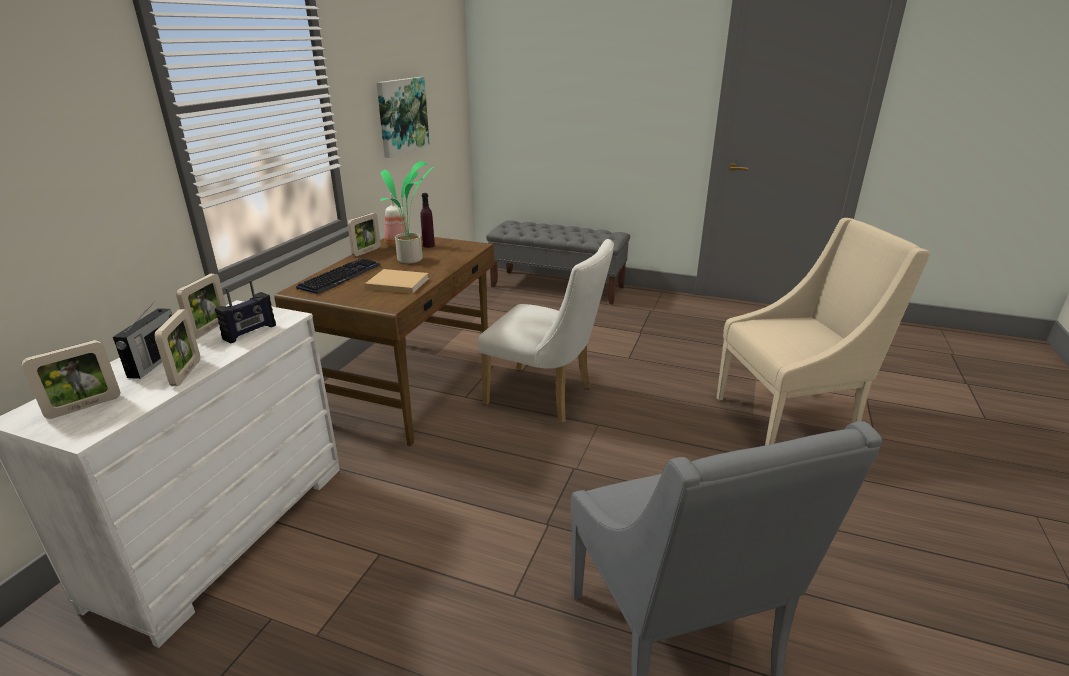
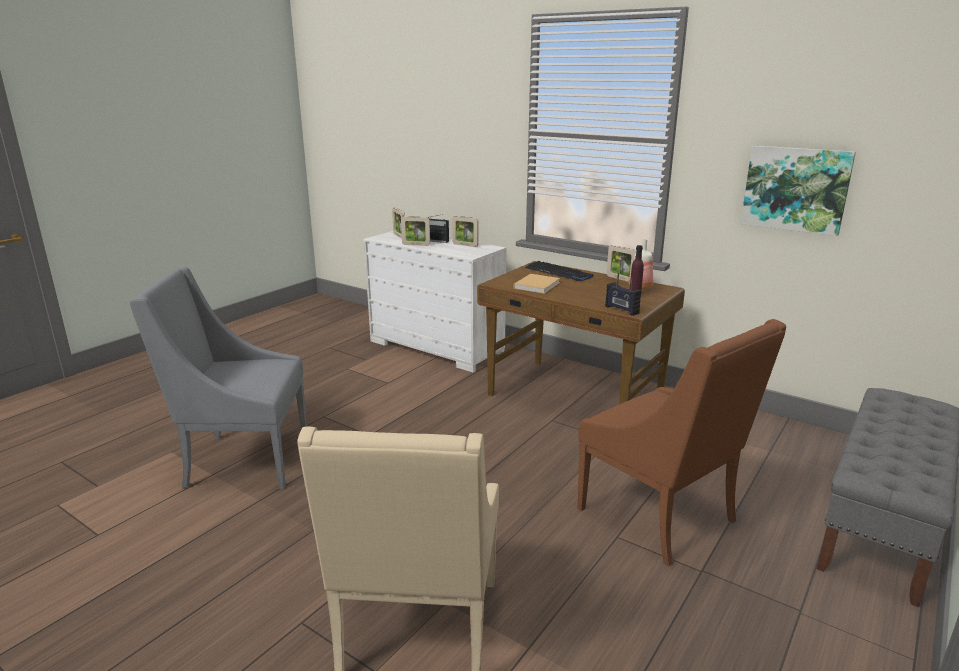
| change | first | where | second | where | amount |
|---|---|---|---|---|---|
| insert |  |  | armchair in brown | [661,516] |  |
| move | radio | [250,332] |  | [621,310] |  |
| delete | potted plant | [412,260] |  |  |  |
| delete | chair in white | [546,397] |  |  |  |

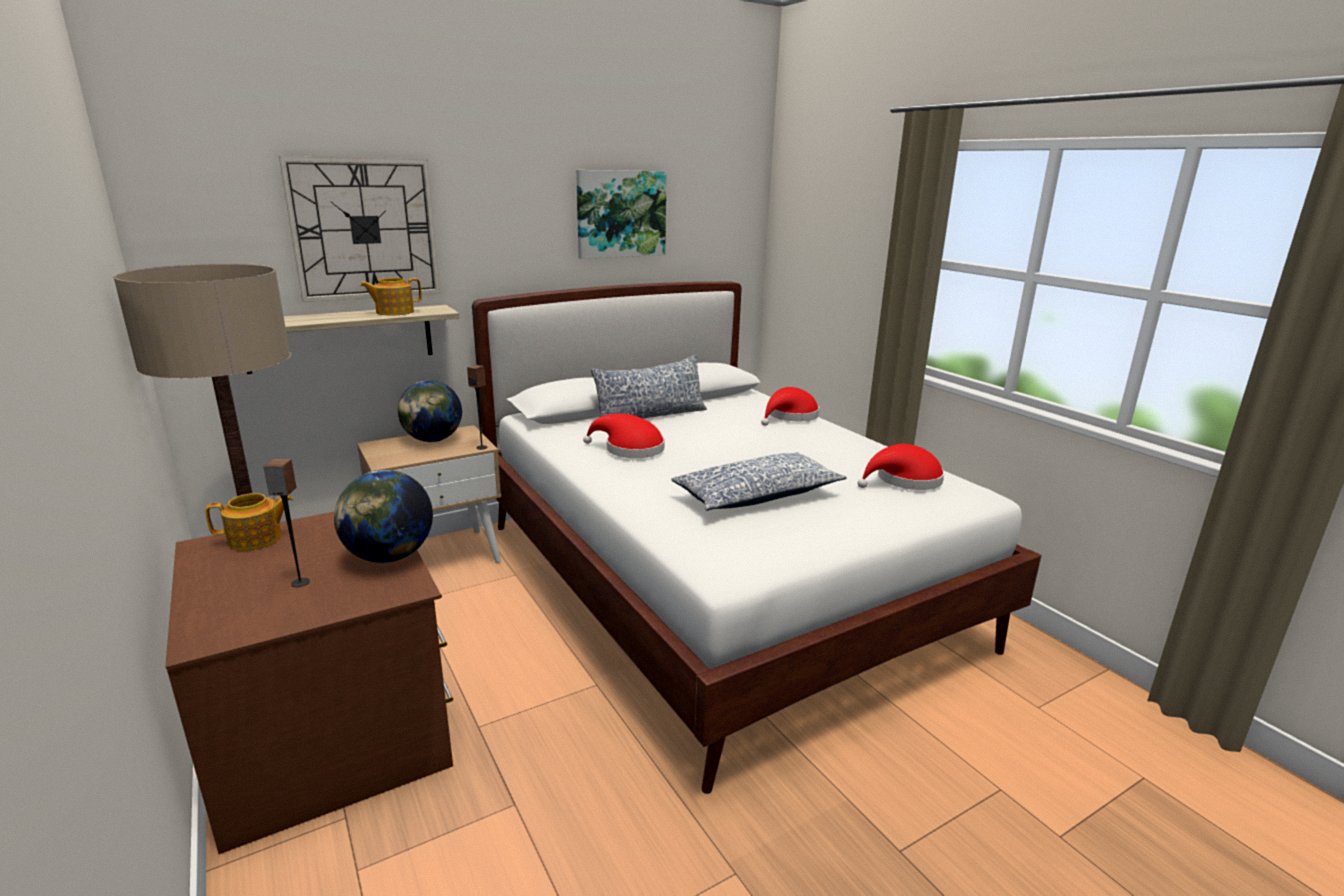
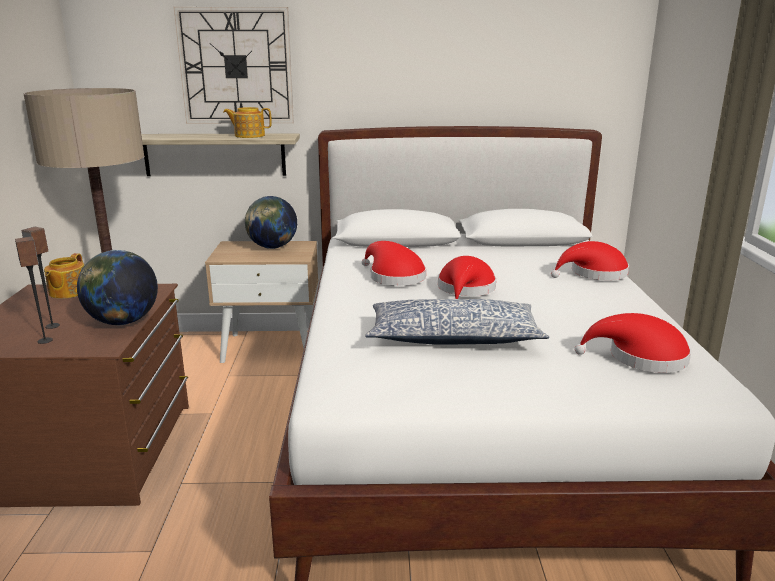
| change | first | where | second | where | amount |
|---|---|---|---|---|---|
| move | speaker | [482,447] |  | [45,340] |  |
| rotate | teapot | [256,539] |  | [68,292] | 90 degrees clockwise |
| insert |  |  | hat in red | [465,290] |  |
| delete | picture | [621,214] |  |  |  |
| delete | pillow | [650,416] |  |  |  |

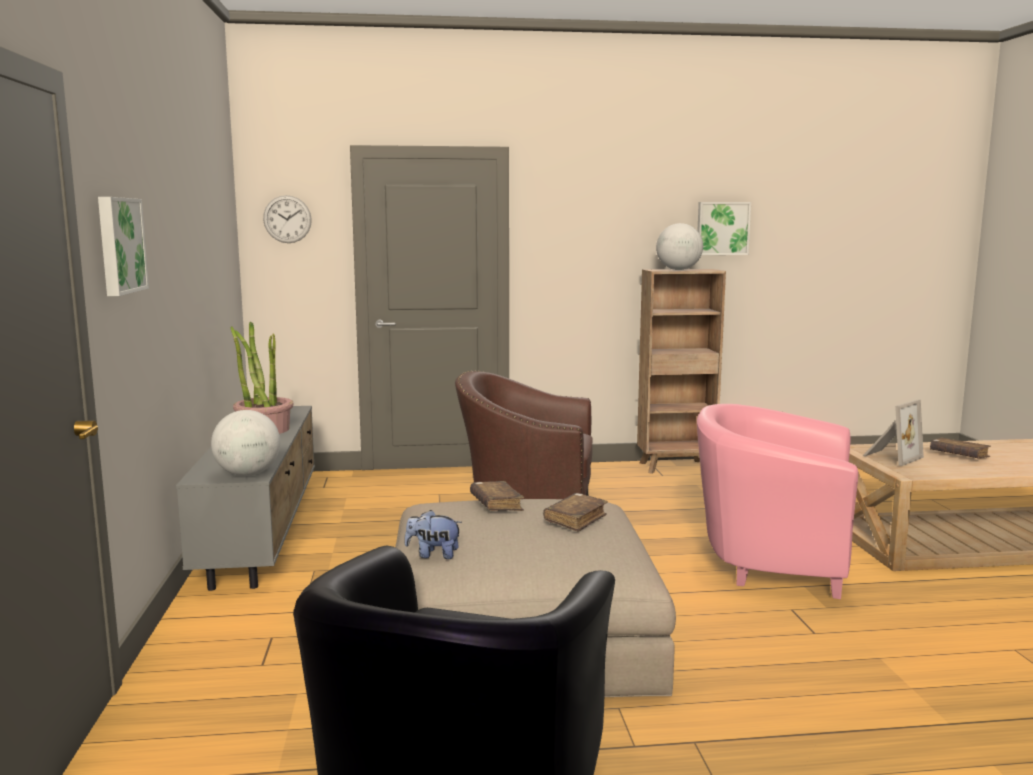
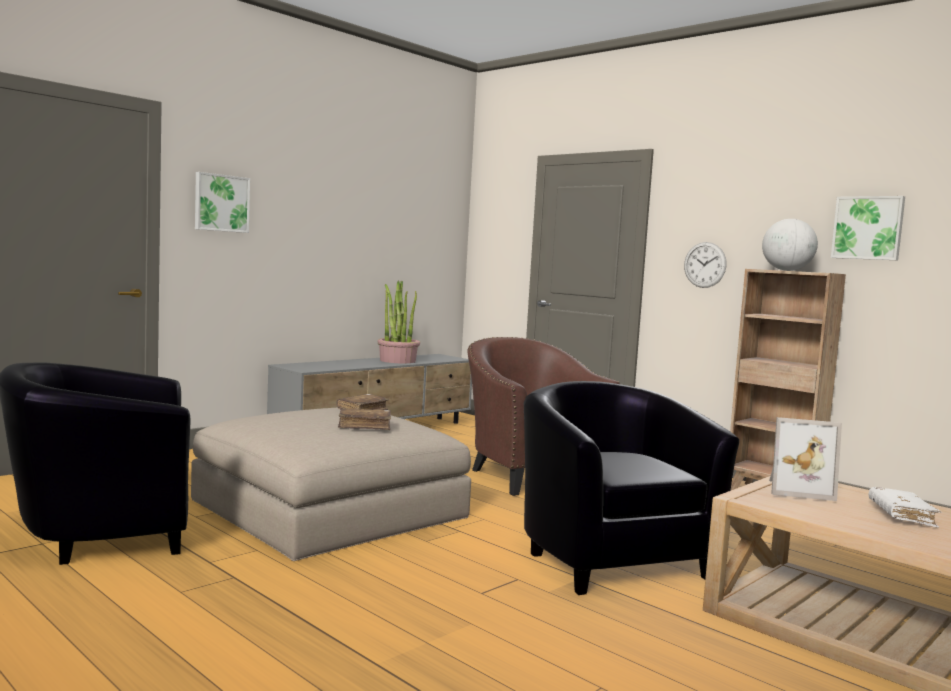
| change | first | where | second | where | amount |
|---|---|---|---|---|---|
| recolor | armchair in pink | [770,563] | armchair in black | [609,559] |  |
| move | wall clock | [287,219] |  | [705,265] |  |
| recolor | book in brown | [959,455] | book in white | [901,515] |  |
| delete | globe | [247,474] |  |  |  |
| delete | plush toy | [433,555] |  |  |  |

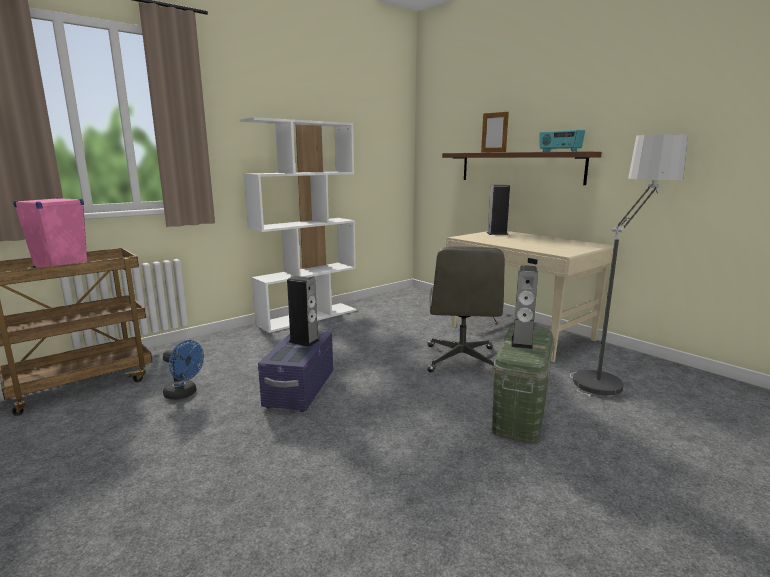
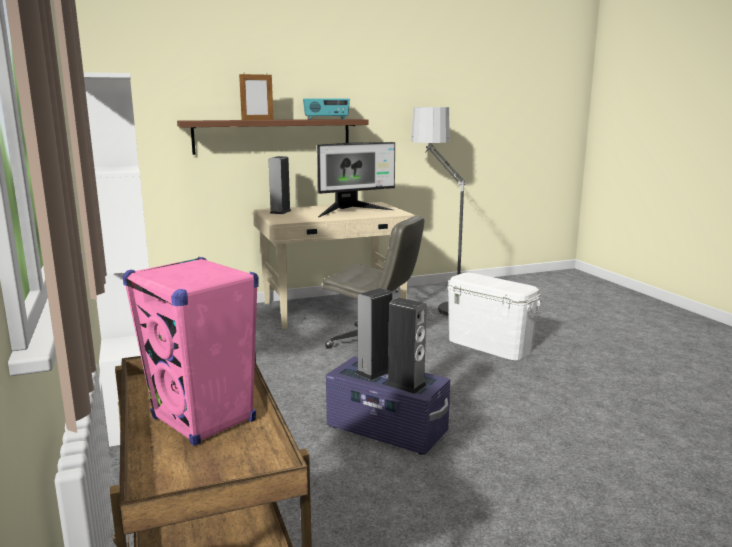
| change | first | where | second | where | amount |
|---|---|---|---|---|---|
| insert |  |  | monitor | [352,212] |  |
| move | speaker | [522,342] |  | [406,385] |  |
| recolor | storage box in green | [520,414] | storage box in white | [489,345] |  |
| delete | fan in blue | [184,394] |  |  |  |

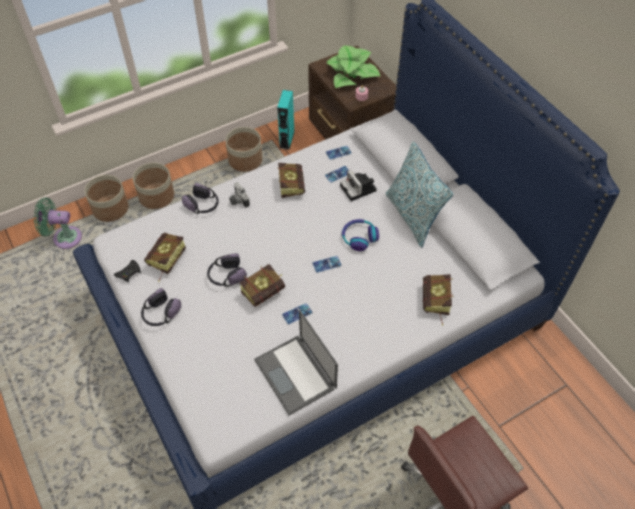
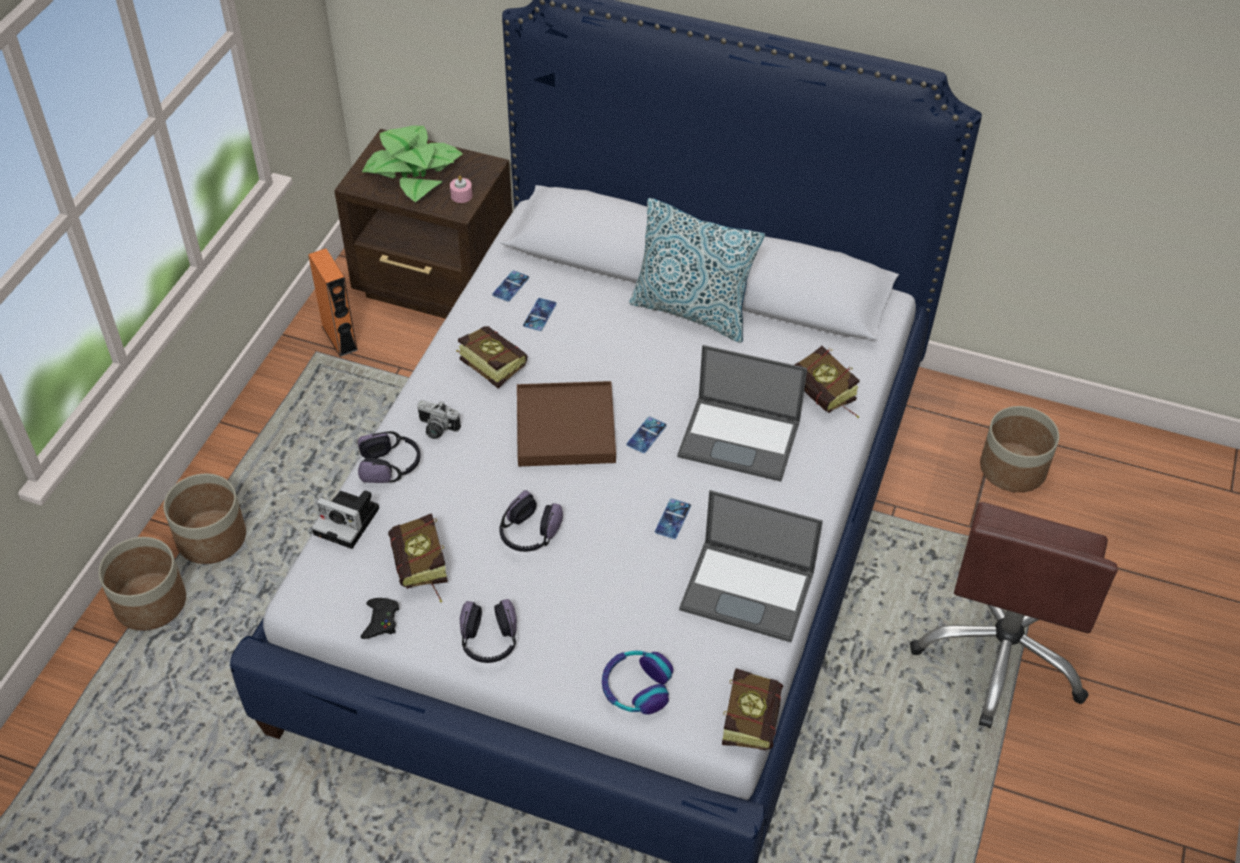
| change | first | where | second | where | amount |
|---|---|---|---|---|---|
| recolor | speaker in turquoise | [287,139] | speaker in orange | [339,338] |  |
| move | photo camera | [359,189] |  | [349,521] |  |
| insert |  |  | tray in brown | [566,427] |  |
| move | headphones | [359,237] |  | [636,687] |  |
| insert |  |  | laptop | [741,438] |  |
| move | book | [267,291] |  | [751,715] |  |
| move | planter | [245,160] |  | [1012,468] |  |
| delete | fan in green | [64,237] |  |  |  |

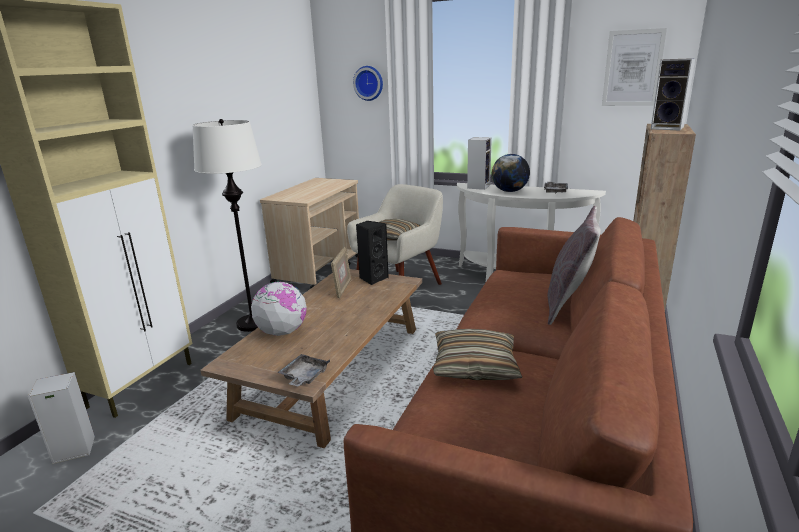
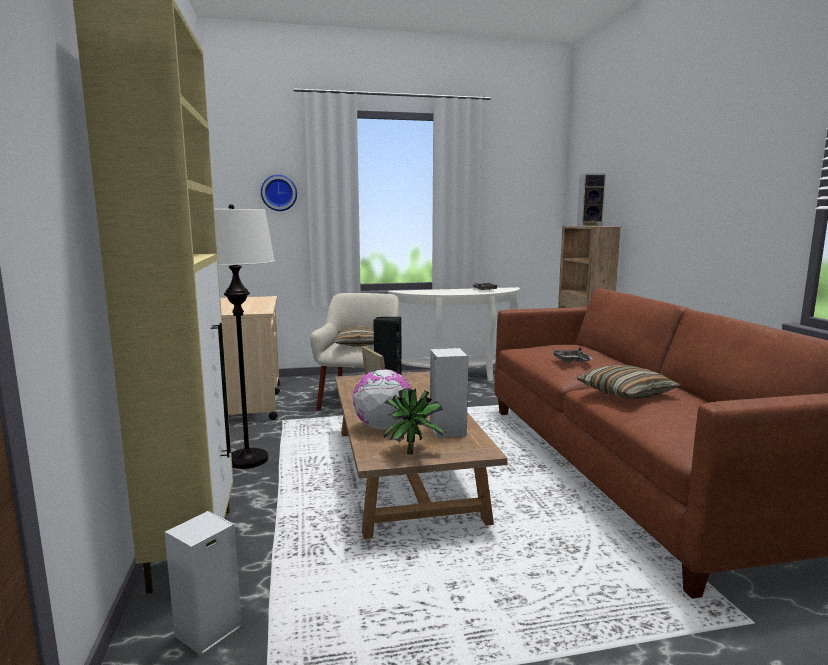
| change | first | where | second | where | amount |
|---|---|---|---|---|---|
| insert |  |  | potted plant | [412,452] |  |
| move | speaker | [478,186] |  | [446,429] |  |
| move | tray in grey | [304,376] |  | [572,361] |  |
| delete | globe | [509,191] |  |  |  |
| delete | pillow in grey | [568,305] |  |  |  |
| delete | picture | [632,68] |  |  |  |

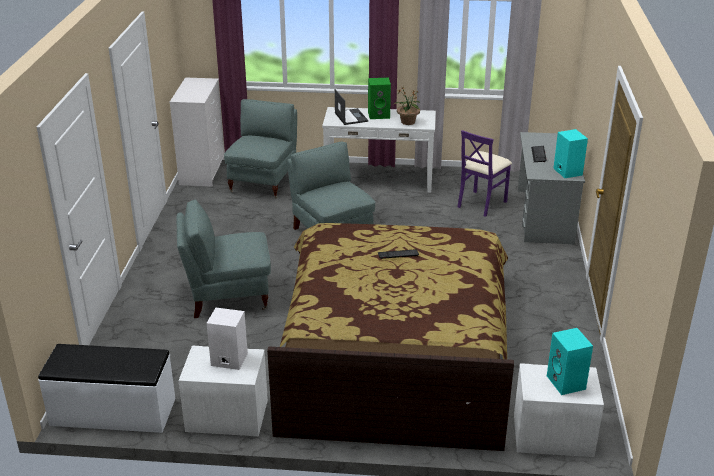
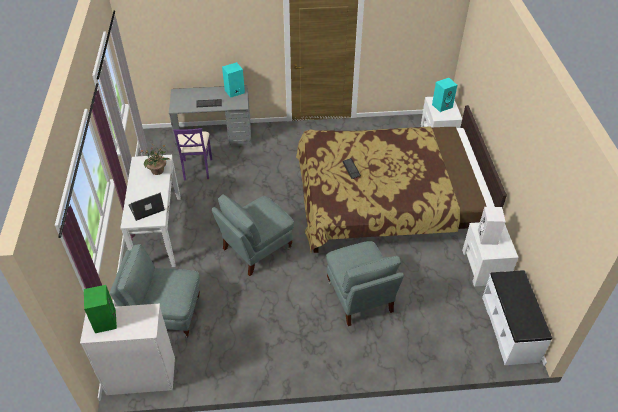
| change | first | where | second | where | amount |
|---|---|---|---|---|---|
| move | speaker in green | [379,115] |  | [104,320] |  |
| rotate | chair in purple | [481,203] |  | [197,169] | 60 degrees clockwise |

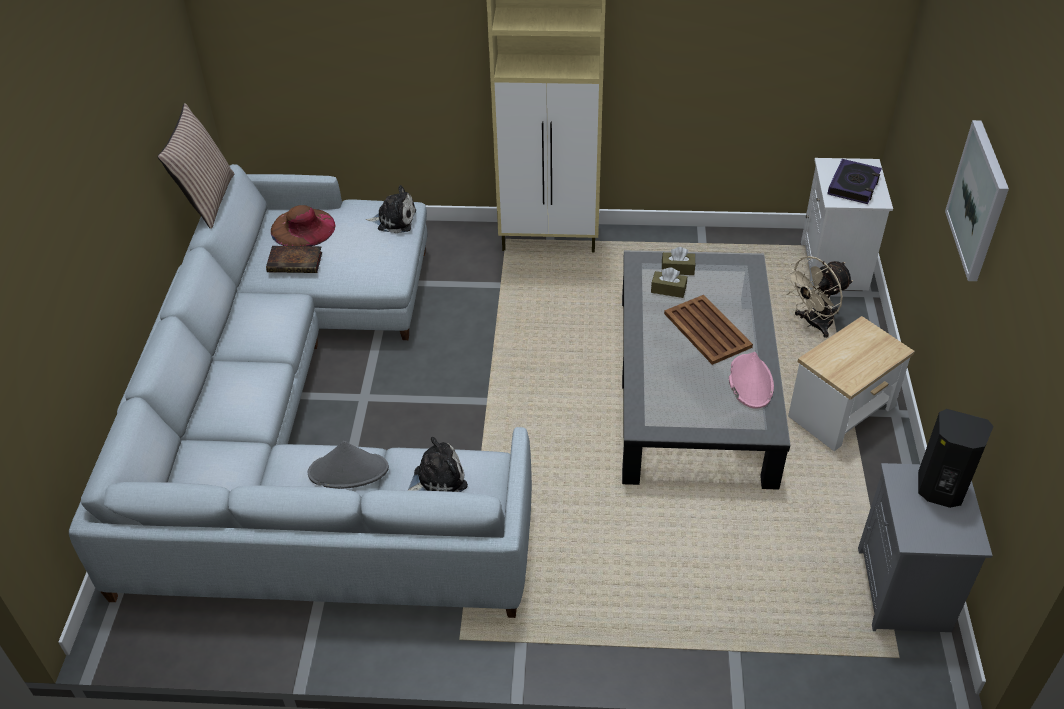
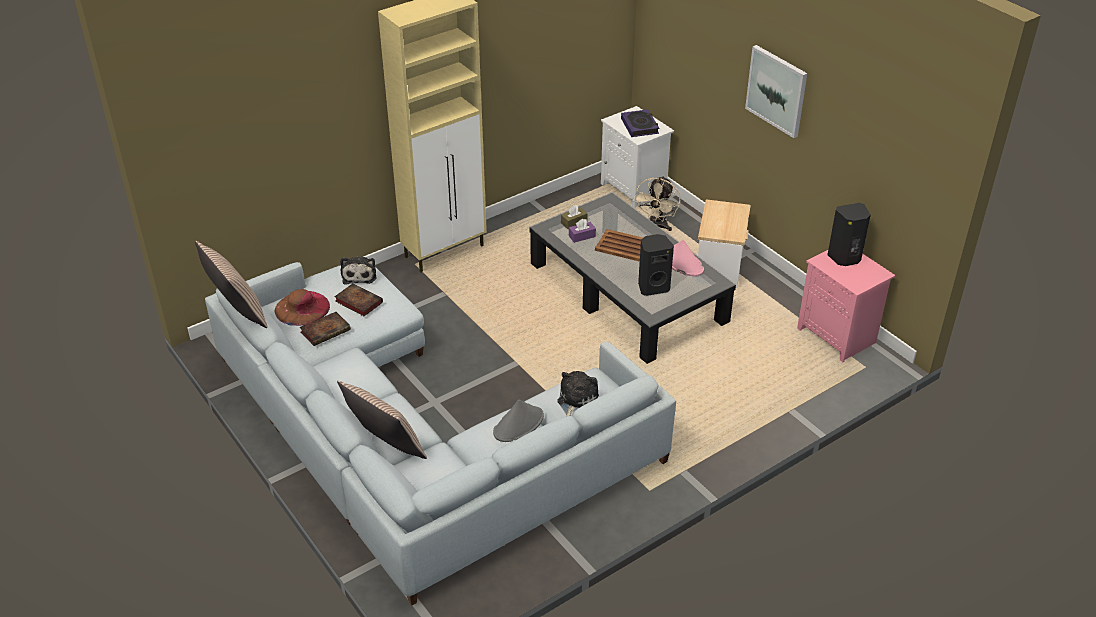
| change | first | where | second | where | amount |
|---|---|---|---|---|---|
| insert |  |  | book | [357,302] |  |
| insert |  |  | pillow | [385,447] |  |
| rotate | plush toy | [394,220] |  | [359,275] | 120 degrees clockwise |
| recolor | tissue box in brown | [668,289] | tissue box in purple | [582,236] |  |
| insert |  |  | speaker in black | [653,287] |  |
| recolor | nightstand in grey | [905,592] | nightstand in pink | [838,336] |  |

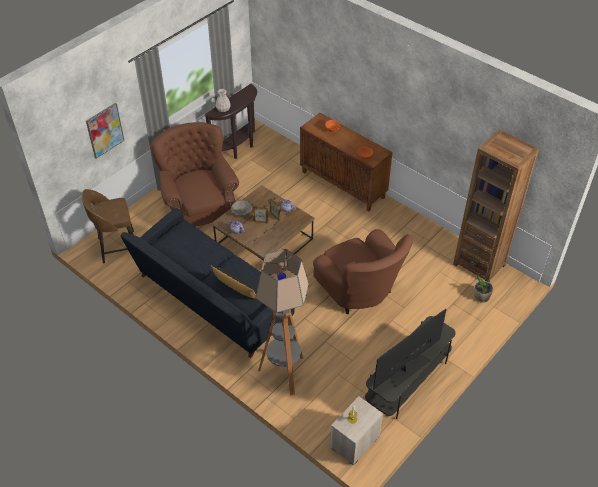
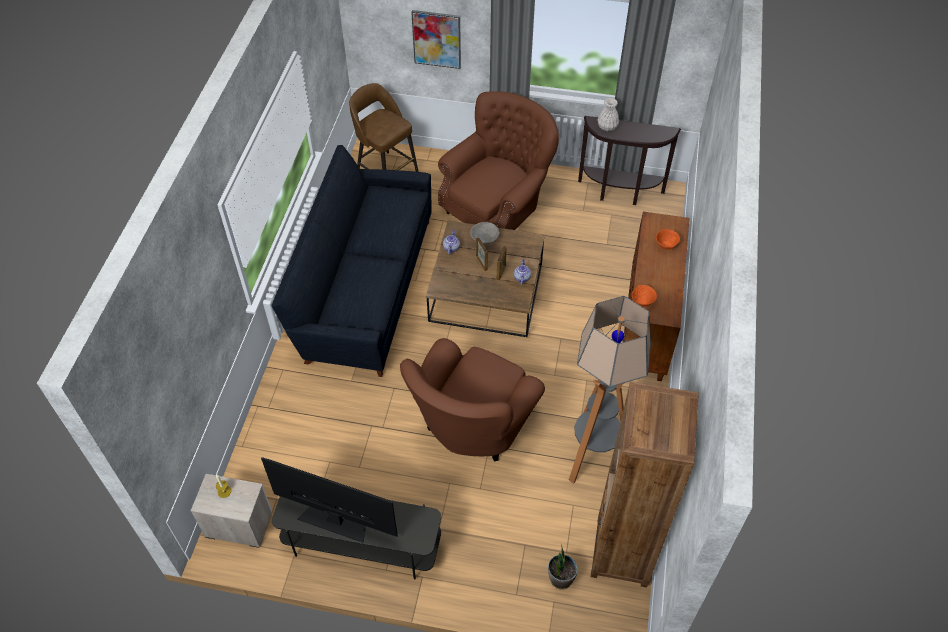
| change | first | where | second | where | amount |
|---|---|---|---|---|---|
| move | floor lamp | [284,373] |  | [593,457] |  |
| delete | pillow in black | [236,289] |  |  |  |

